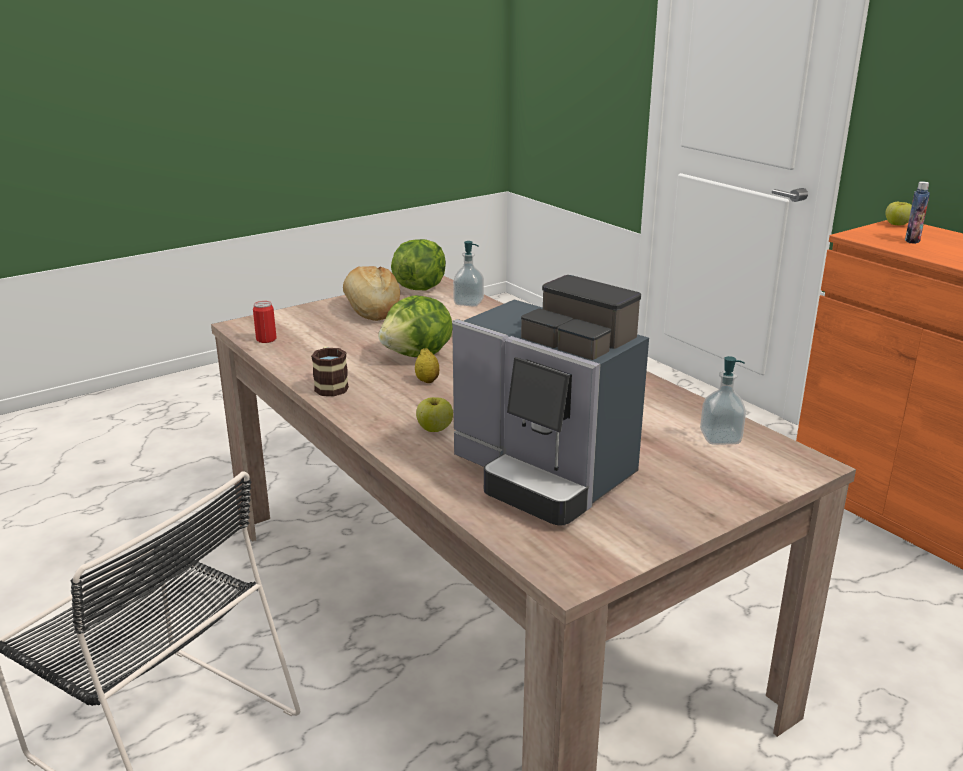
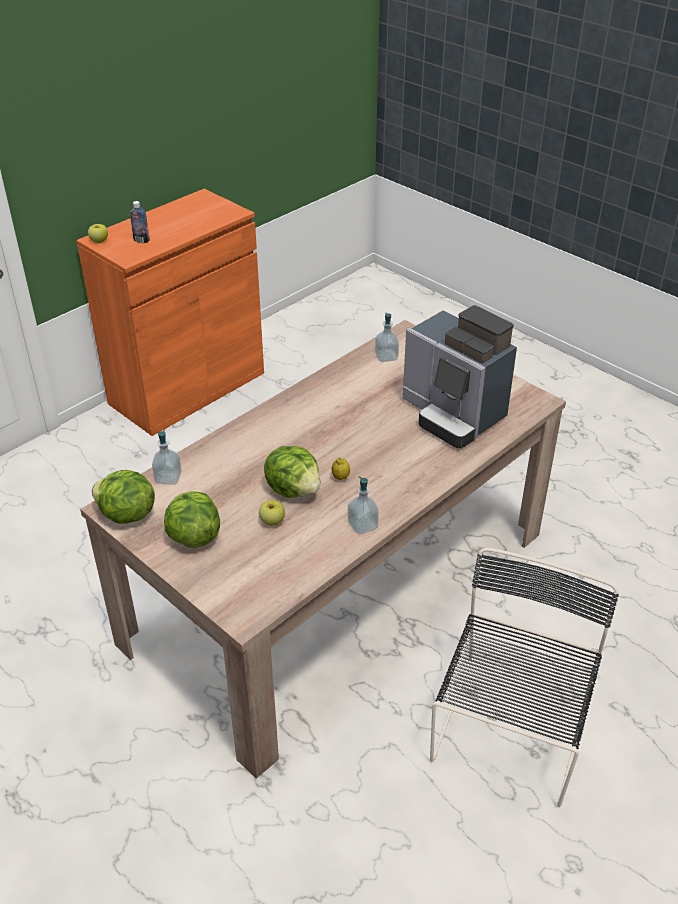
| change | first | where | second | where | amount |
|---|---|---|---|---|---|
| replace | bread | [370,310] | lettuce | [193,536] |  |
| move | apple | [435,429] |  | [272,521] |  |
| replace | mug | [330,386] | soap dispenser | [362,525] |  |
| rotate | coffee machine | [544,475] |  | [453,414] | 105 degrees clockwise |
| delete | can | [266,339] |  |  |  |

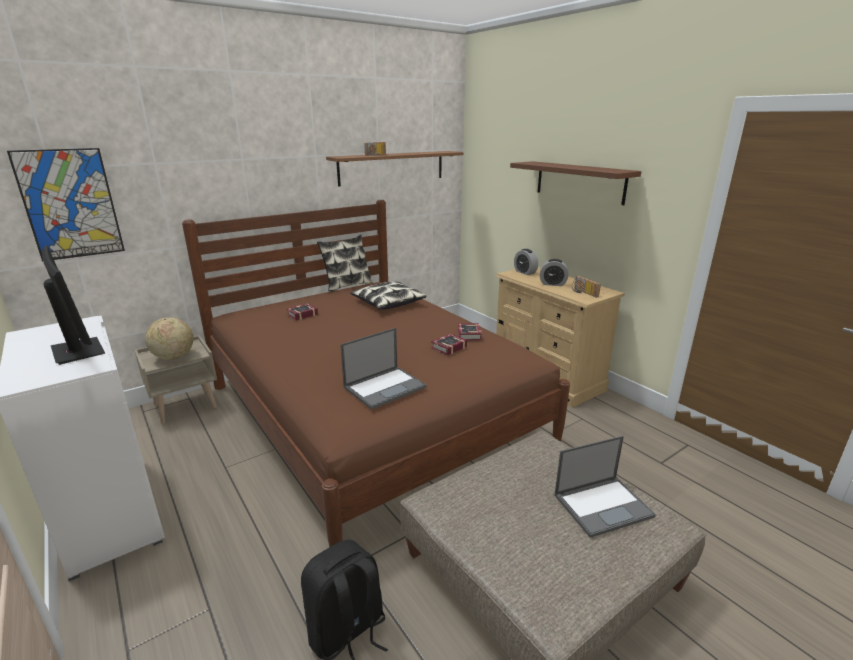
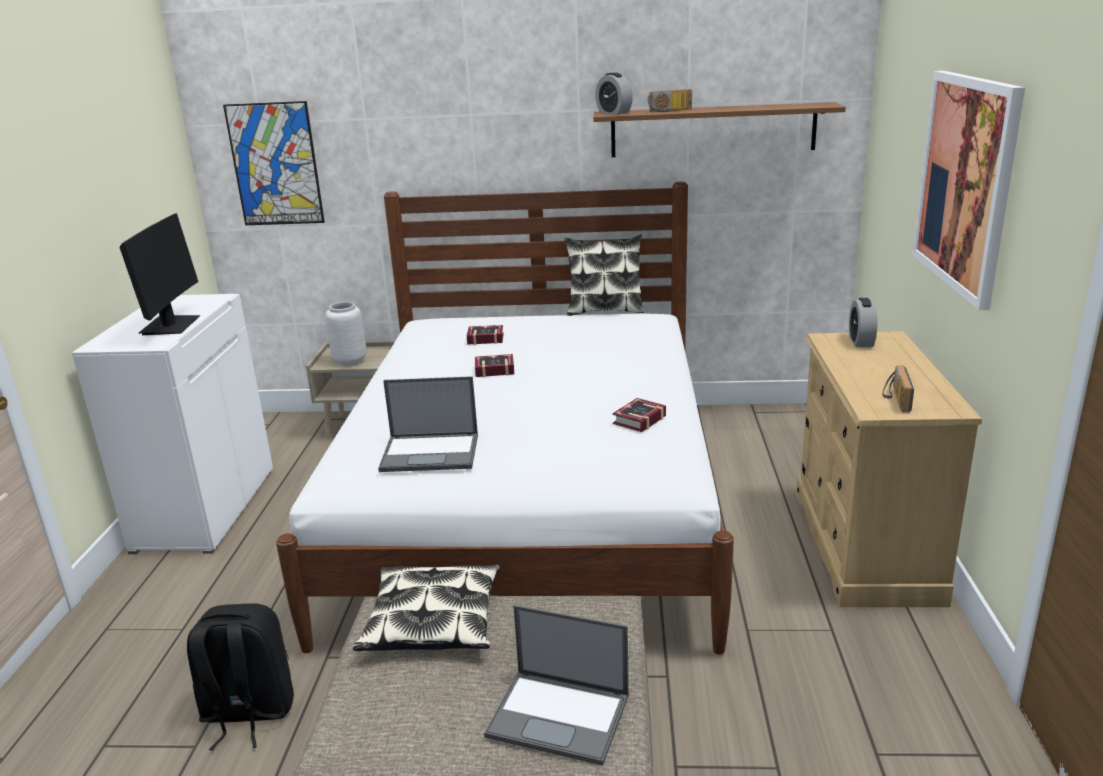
| change | first | where | second | where | amount |
|---|---|---|---|---|---|
| recolor | bed in brown | [370,415] | bed in white | [531,506] |  |
| replace | globe | [173,357] | vase in grey | [349,361] |  |
| move | pillow | [388,303] |  | [433,622] |  |
| move | book | [447,347] |  | [492,370] |  |
| move | alarm clock | [552,284] |  | [614,112] |  |
| replace | shelf in brown | [579,182] | picture | [965,183] |  |

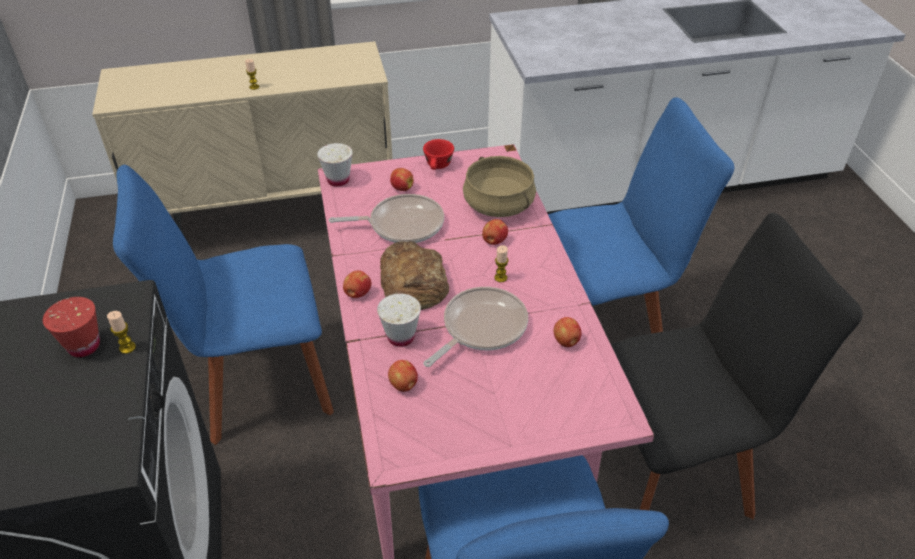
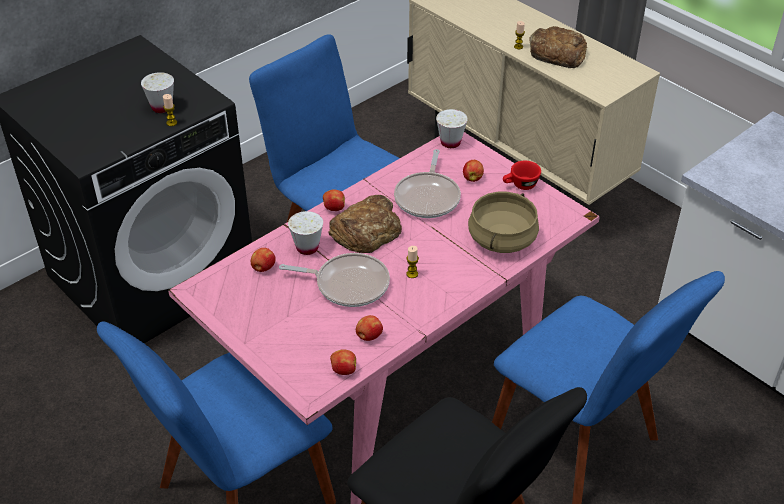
| change | first | where | second | where | amount |
|---|---|---|---|---|---|
| recolor | cup in red | [84,346] | cup in white | [162,107] |  |
| move | apple | [494,241] |  | [343,370] |  |
| rotate | frying pan | [401,224] |  | [428,197] | 45 degrees clockwise |
| insert |  |  | bread | [557,53] |  |

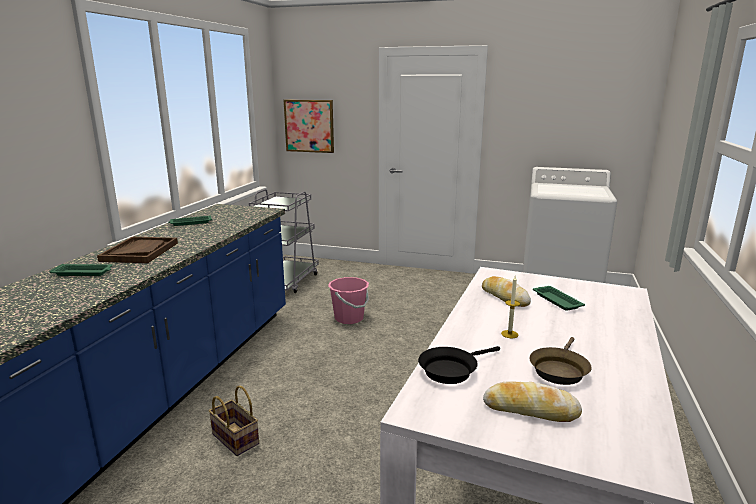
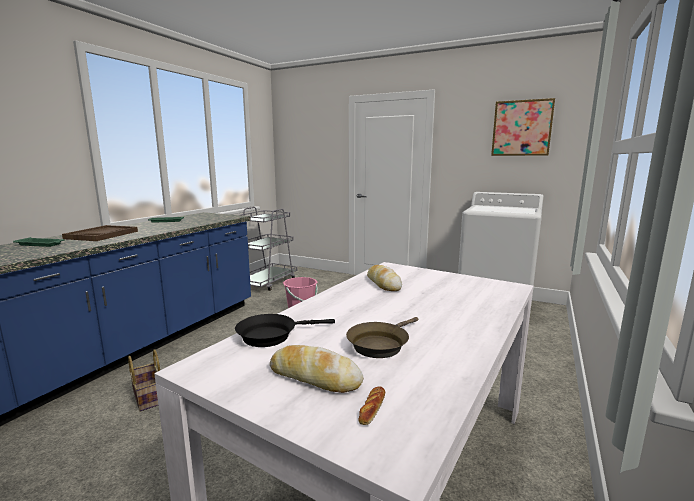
| change | first | where | second | where | amount |
|---|---|---|---|---|---|
| insert |  |  | bread | [372,408] |  |
| move | picture | [309,126] |  | [522,128] |  |
| delete | candle | [509,334] |  |  |  |
| delete | tray in green | [556,300] |  |  |  |

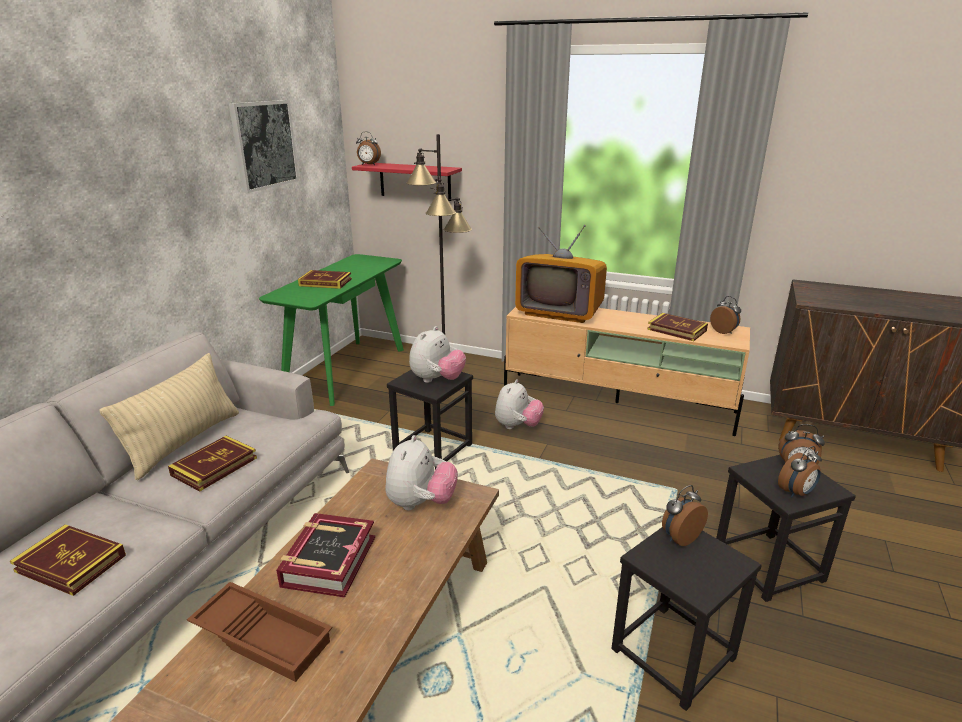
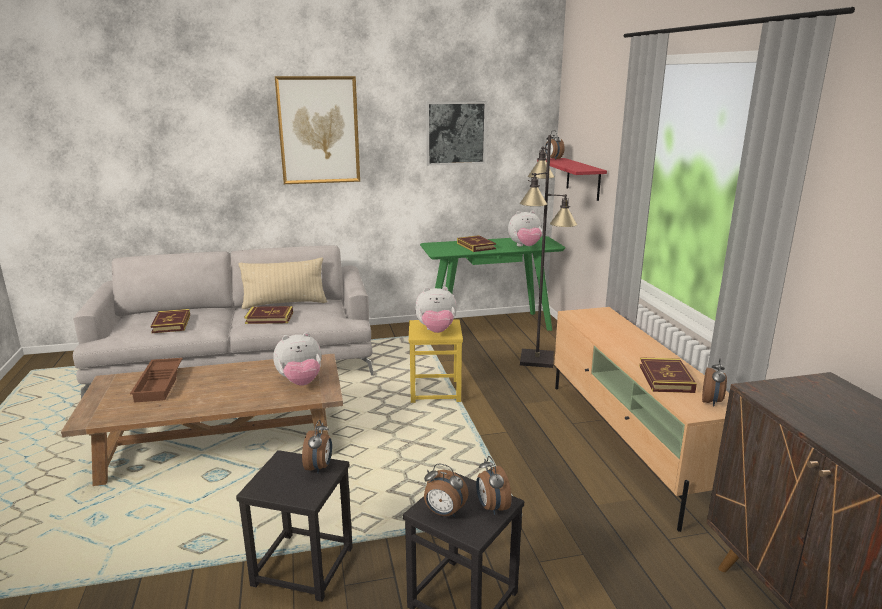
| change | first | where | second | where | amount |
|---|---|---|---|---|---|
| insert |  |  | picture | [318,130] |  |
| rotate | alarm clock | [679,537] |  | [319,467] | 75 degrees clockwise |
| recolor | stool in black | [432,449] | stool in yellow | [435,391] |  |
| move | plush toy | [517,426] |  | [525,246] |  |
| delete | book | [328,561] |  |  |  |
| delete | television | [559,311] |  |  |  |

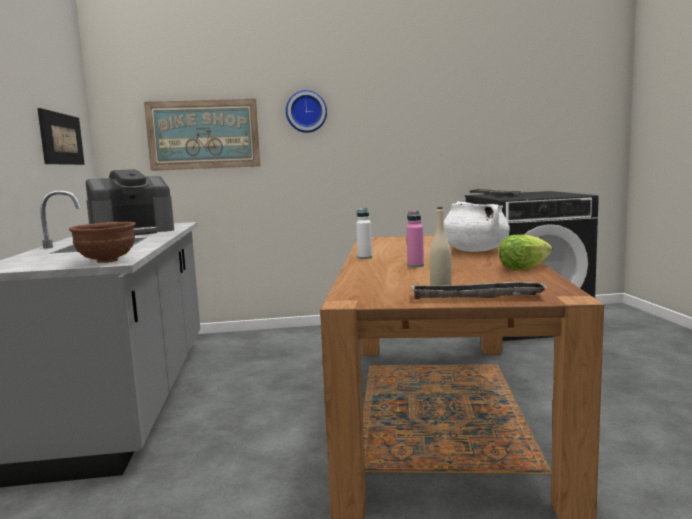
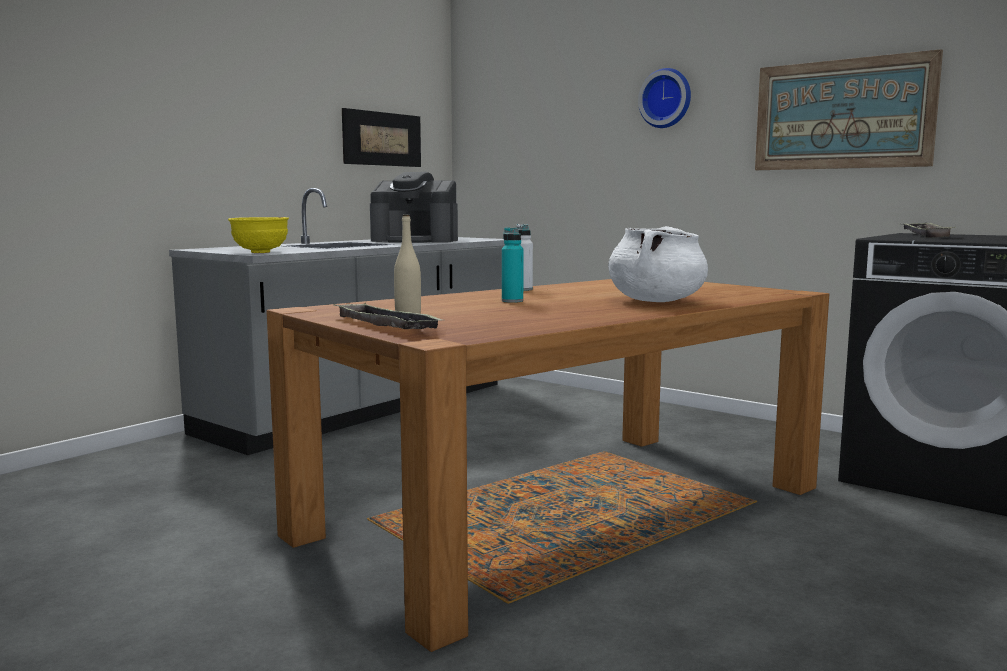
| change | first | where | second | where | amount |
|---|---|---|---|---|---|
| recolor | bowl in brown | [106,261] | bowl in yellow | [259,252] |  |
| recolor | bottle in pink | [415,265] | bottle in turquoise | [512,301] |  |
| move | picture | [203,134] |  | [842,114] |  |
| delete | lettuce | [523,268] |  |  |  |

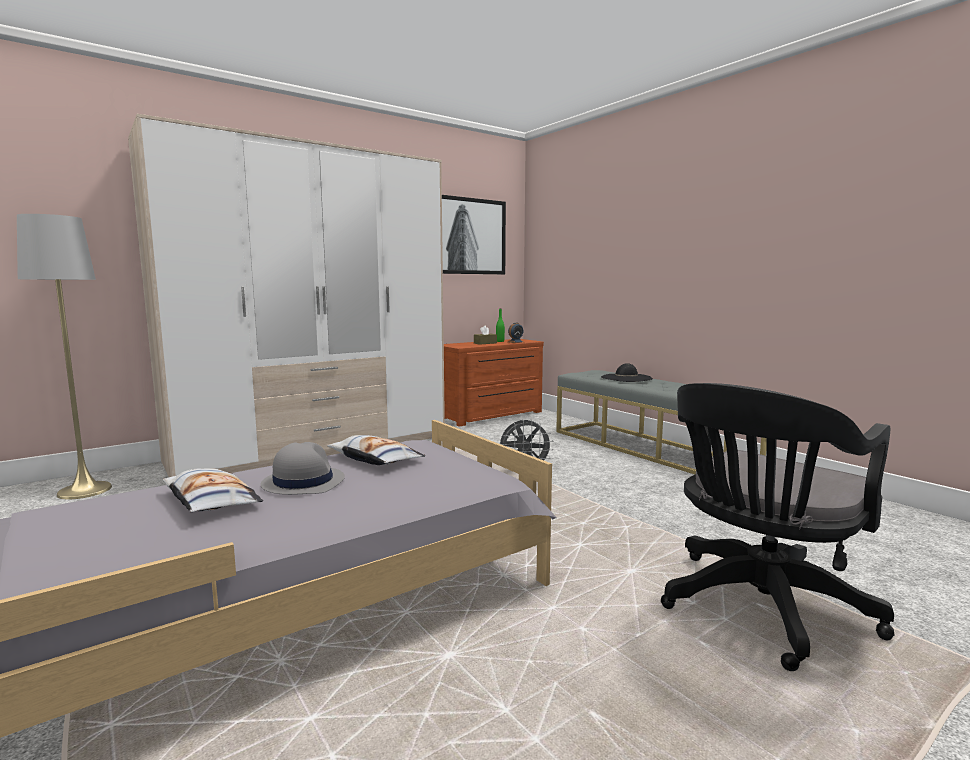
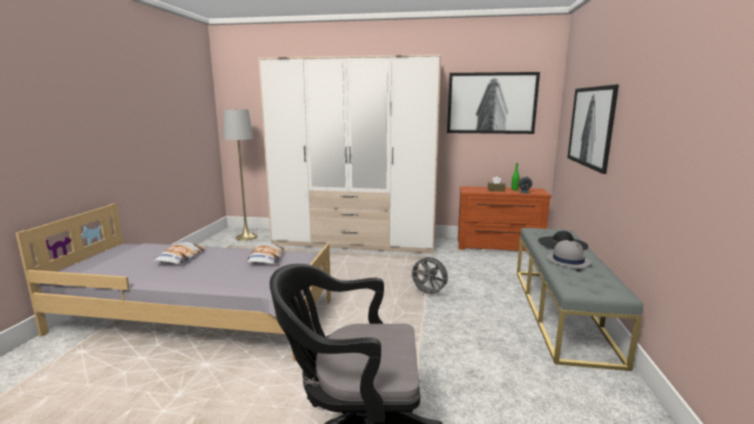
| change | first | where | second | where | amount |
|---|---|---|---|---|---|
| move | hat in grey | [303,482] |  | [568,260] |  |
| insert |  |  | picture | [590,126] |  |

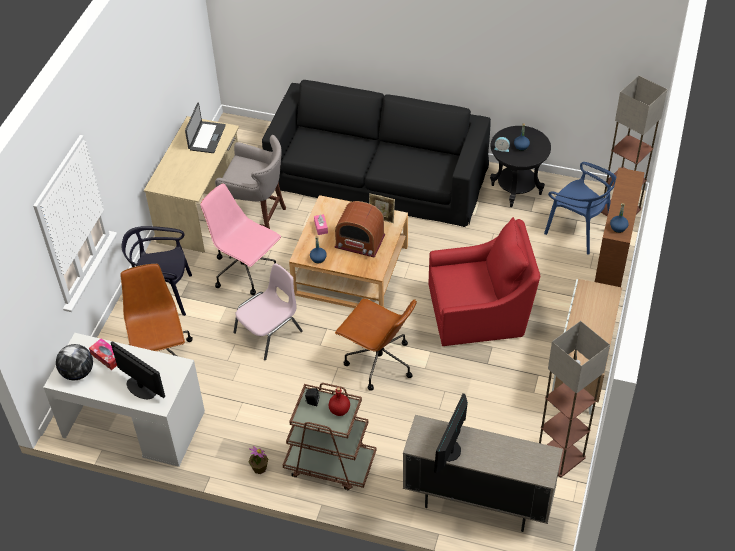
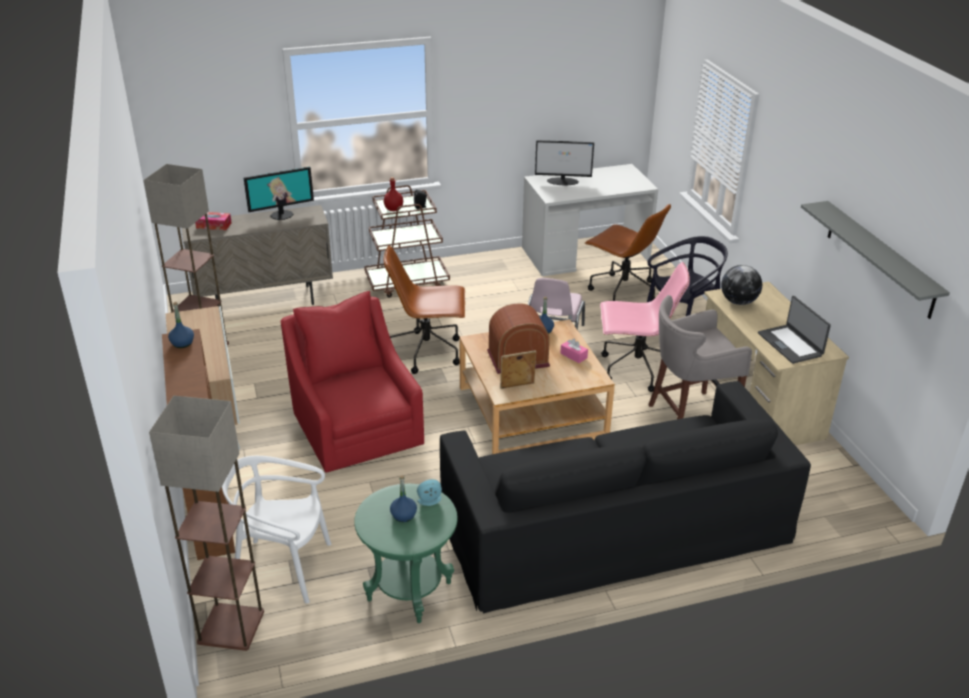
| change | first | where | second | where | amount |
|---|---|---|---|---|---|
| move | tissue box | [107,357] |  | [214,225] |  |
| recolor | chair in blue | [578,230] | chair in white | [283,568] |  |
| rotate | monitor | [450,451] |  | [282,215] | 75 degrees clockwise |
| rotate | armchair in red | [480,312] |  | [356,427] | 105 degrees clockwise |
| recolor | side table in black | [516,189] | side table in green | [409,591] |  |
| move | globe | [77,373] |  | [738,302] |  |
| insert |  |  | shelf in grey | [880,259] |  |
| delete | potted plant | [259,468] |  |  |  |

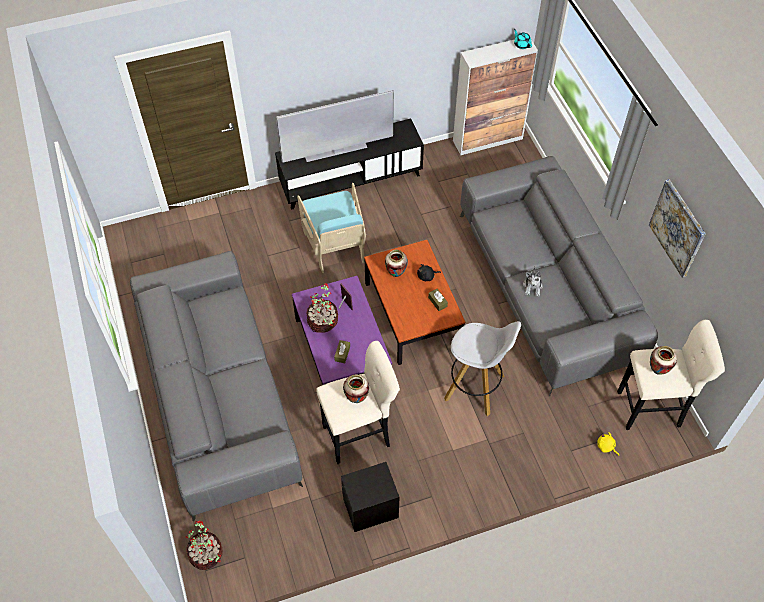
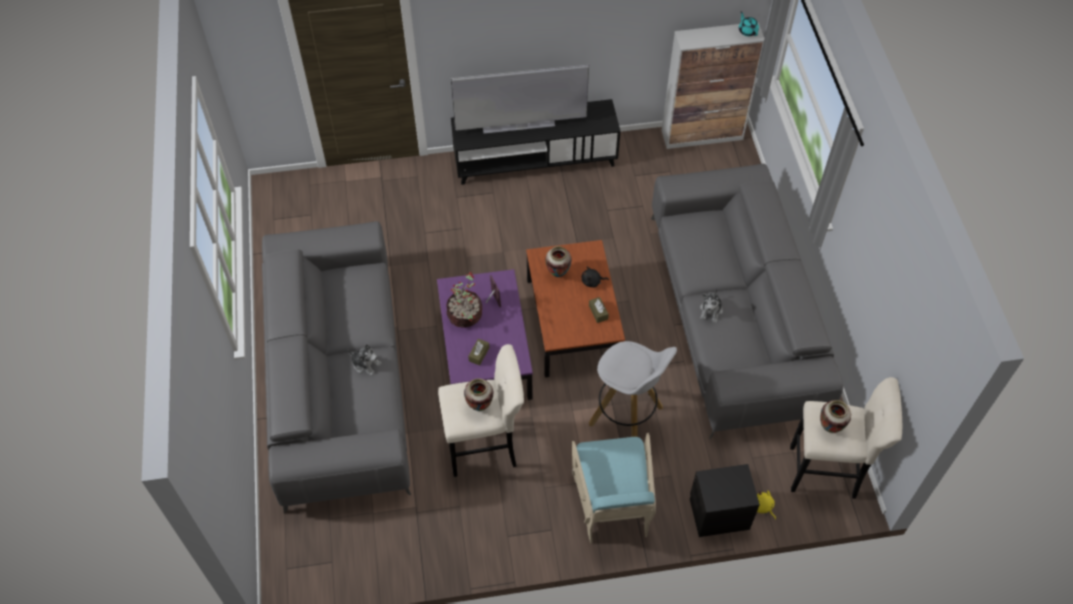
| change | first | where | second | where | amount |
|---|---|---|---|---|---|
| insert |  |  | plush toy | [366,364] |  |
| move | armchair in turquoise | [335,245] |  | [612,502] |  |
| move | nightstand in black | [370,506] |  | [718,512] |  |
| delete | potted plant | [207,555] |  |  |  |
| delete | picture | [677,228] |  |  |  |

